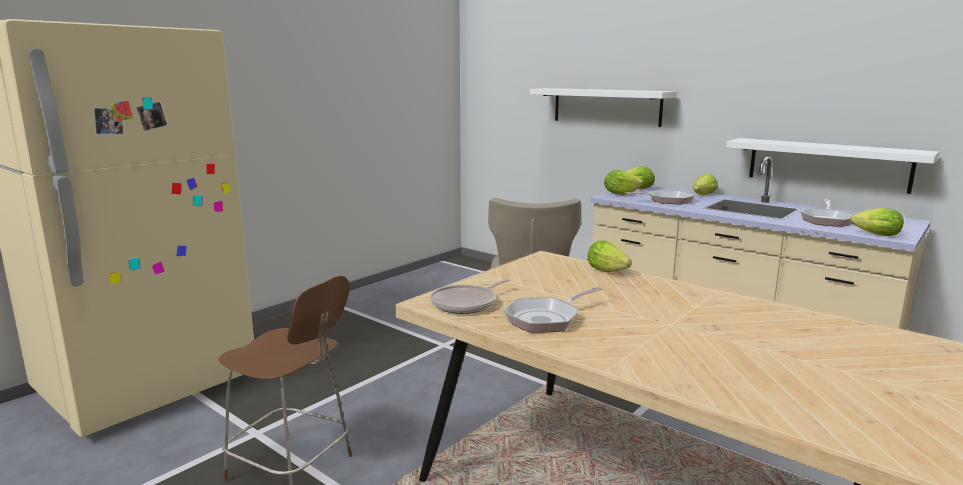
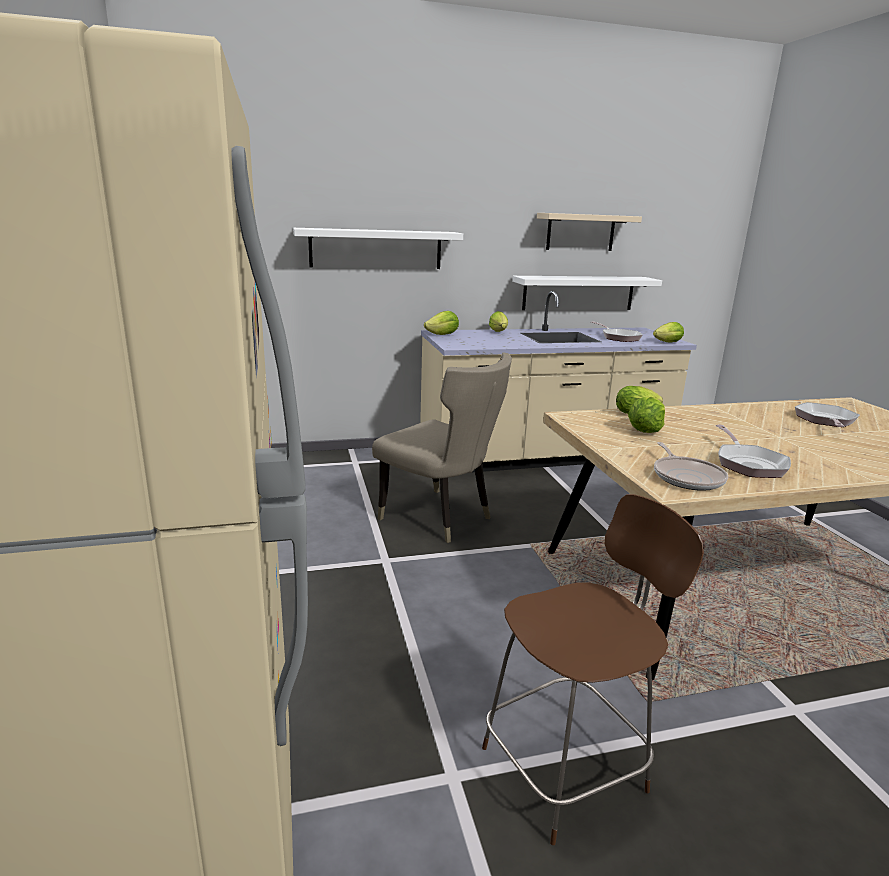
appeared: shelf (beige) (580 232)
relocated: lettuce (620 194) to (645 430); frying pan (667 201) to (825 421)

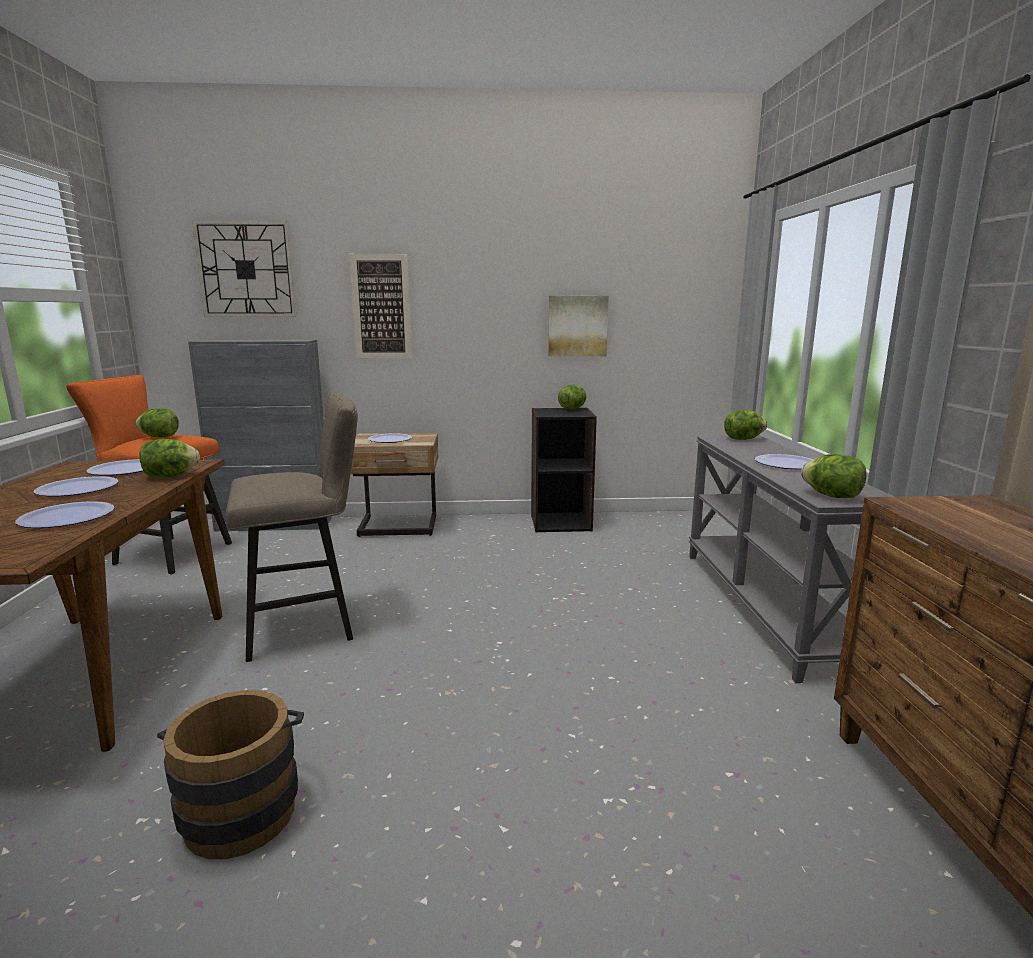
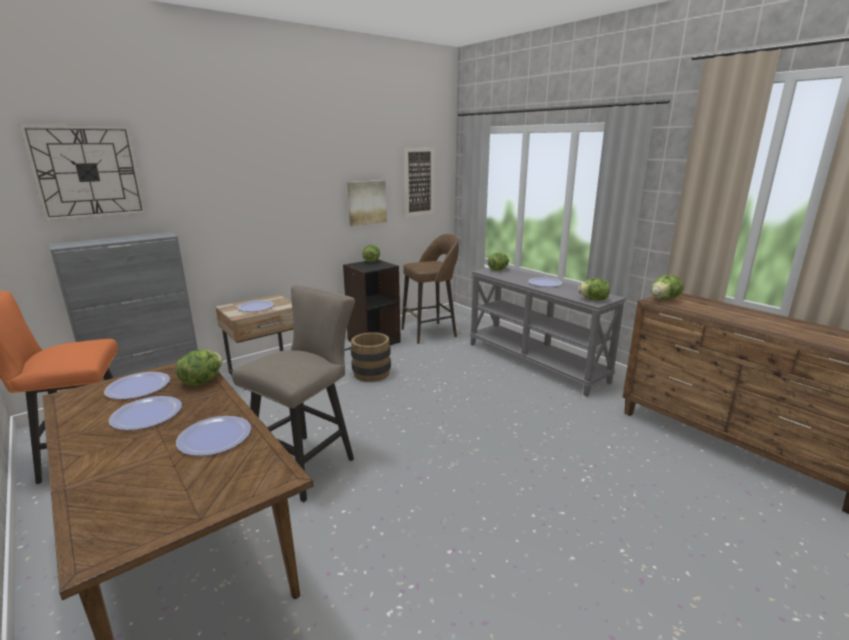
appeared: stool (brown) (430 333)
relocated: lettuce (159 437) to (664 299); bucket (brown) (243 807) to (369 372); picture (381 307) to (419 182)

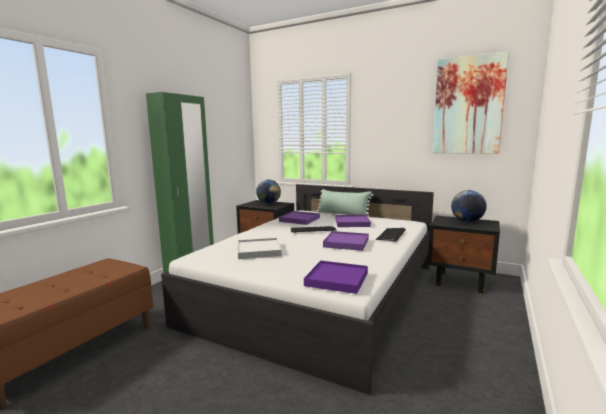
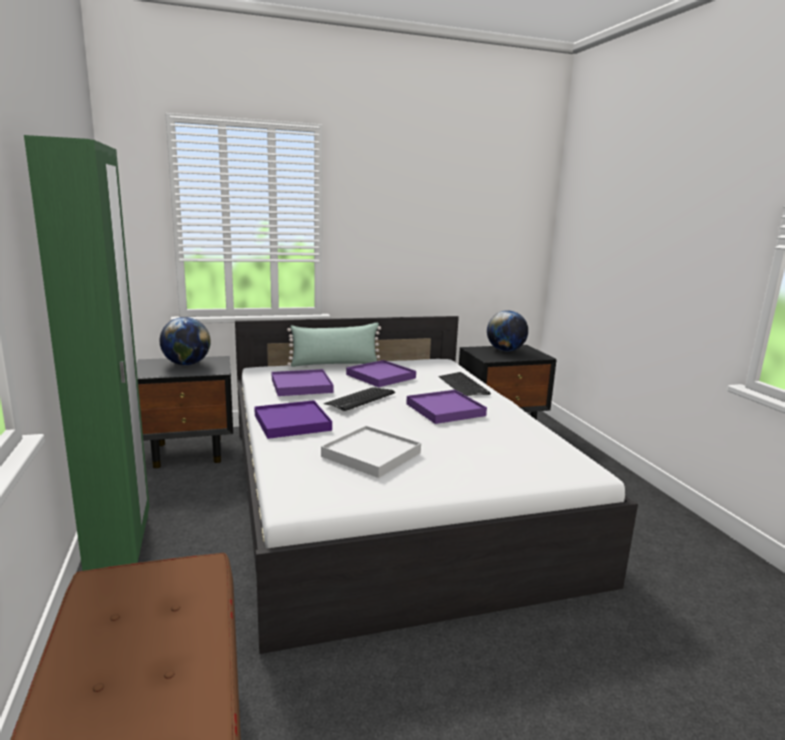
missing: picture (468 106)
relocated: tray (purple) (336 279) to (292 422)

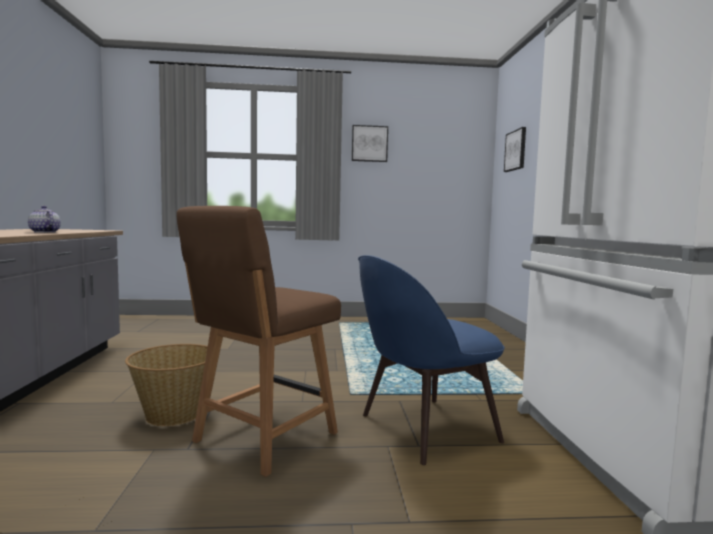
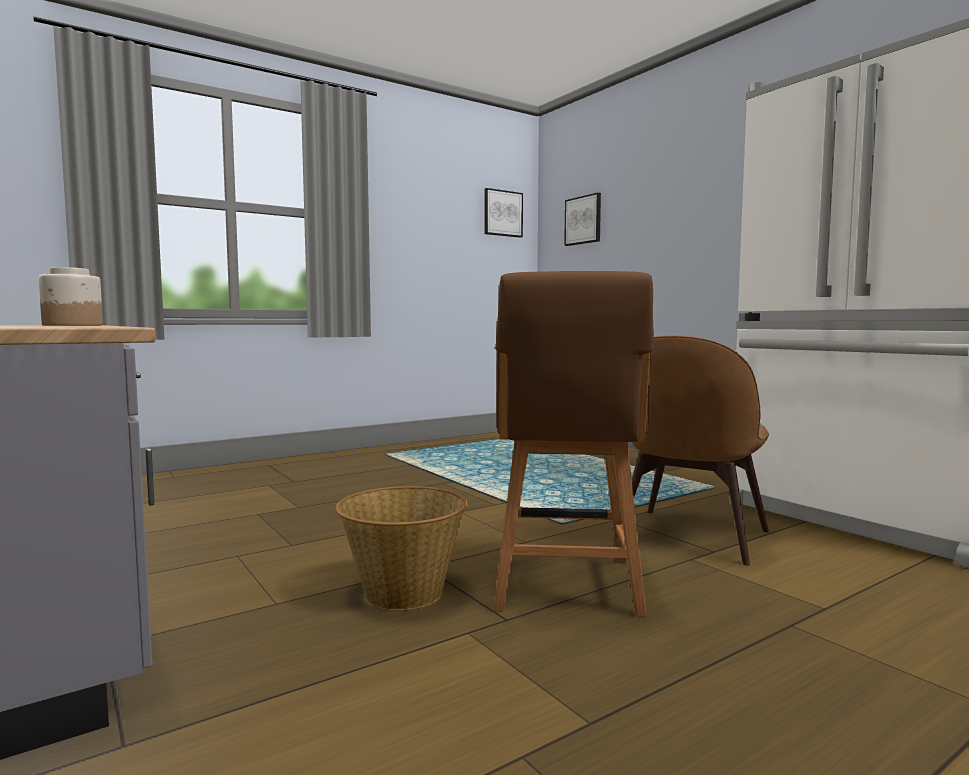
relocated: picture (369 143) to (502 213)
exchanged: teapot (44 232) to jar (73 325)
colour: chair (blue) (423 429) to chair (brown) (690 537)

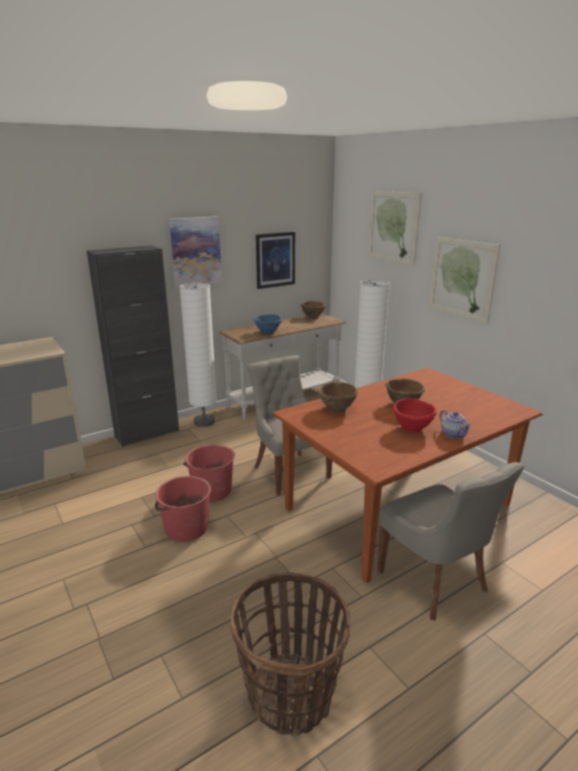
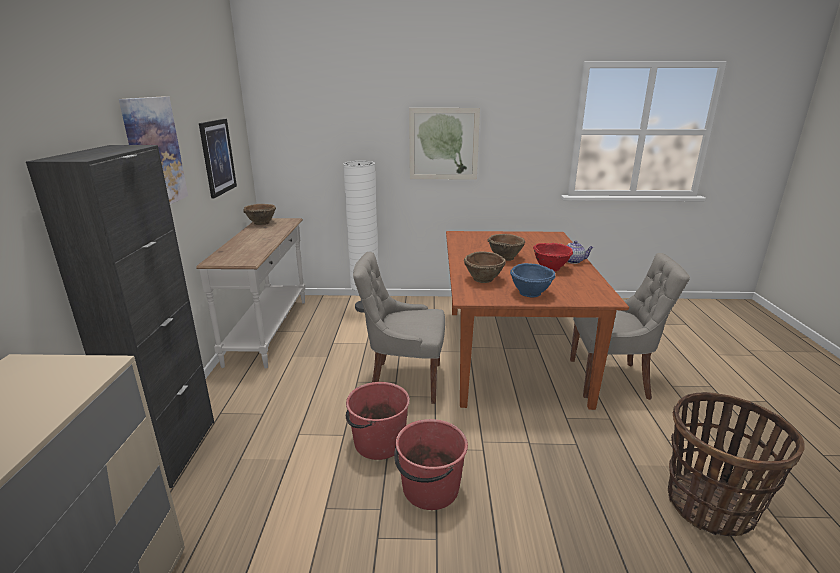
missing: floor lamp (white) (204 422); picture (393 227)
relocated: bowl (blue) (268 332) to (531 293)

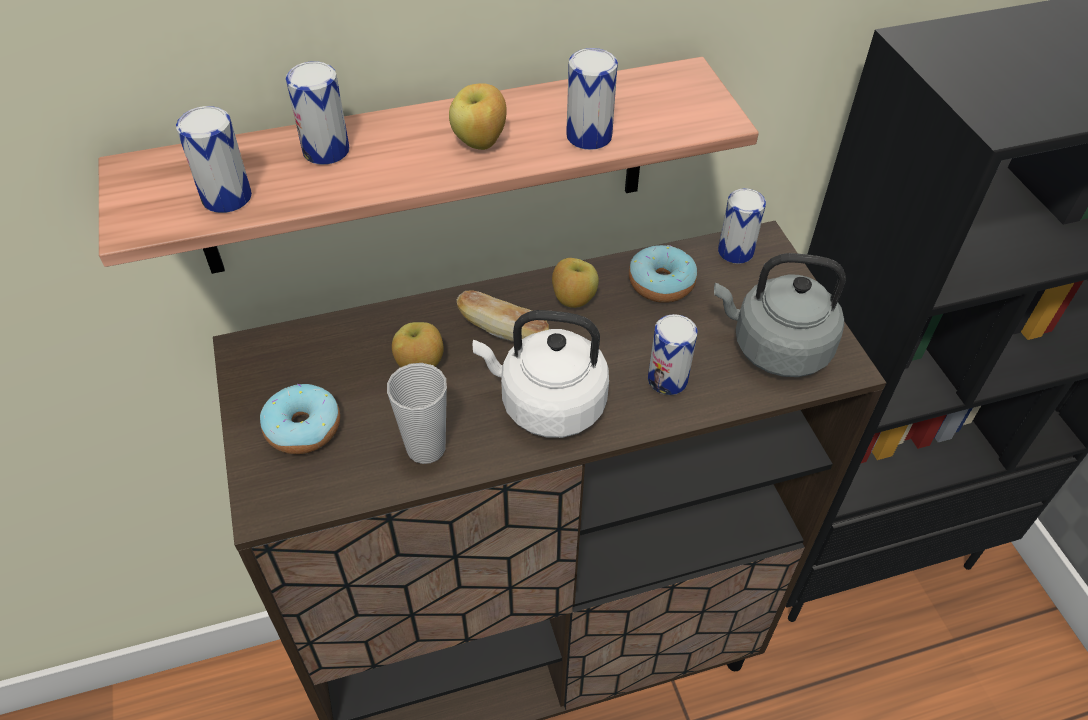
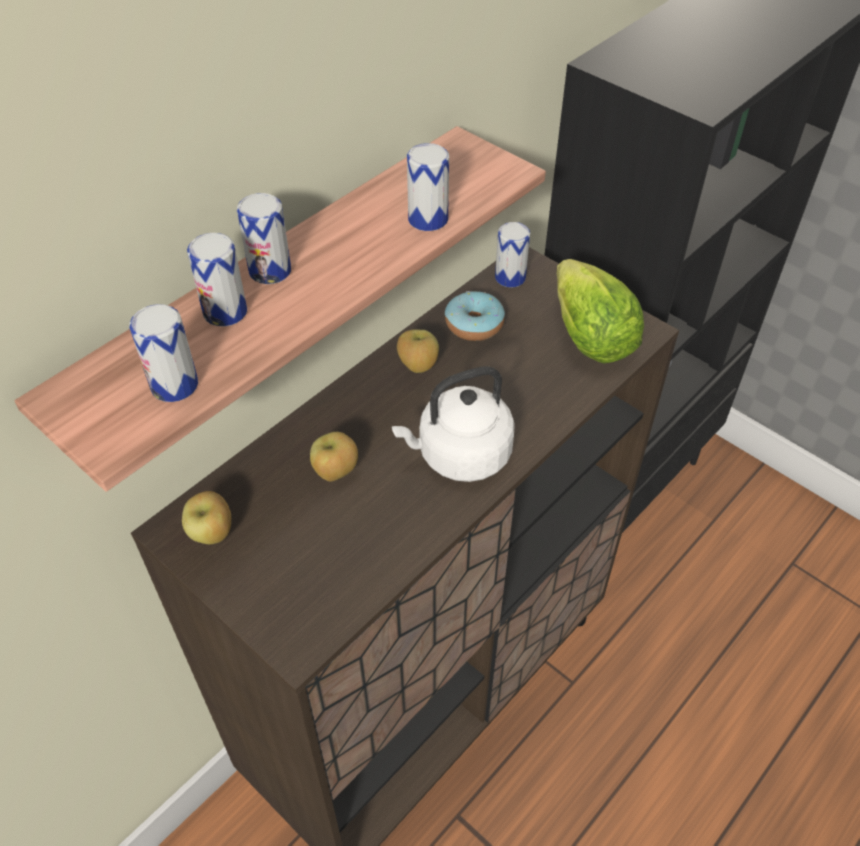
missing: donut (303 428); cup (426 448); bread (502 330)
relocated: apple (480 142) to (212 534); can (667 379) to (270 270)
exchanged: kettle (grey) (775 348) to lettuce (590 338)

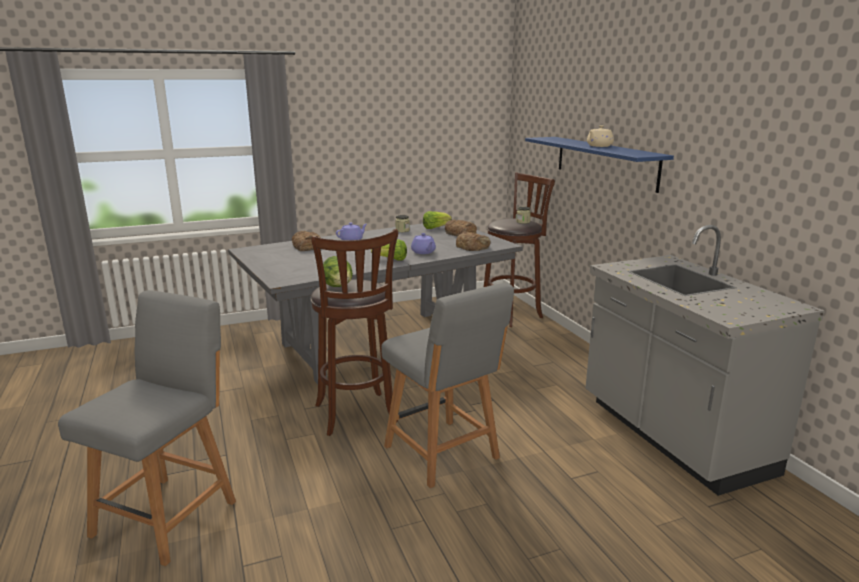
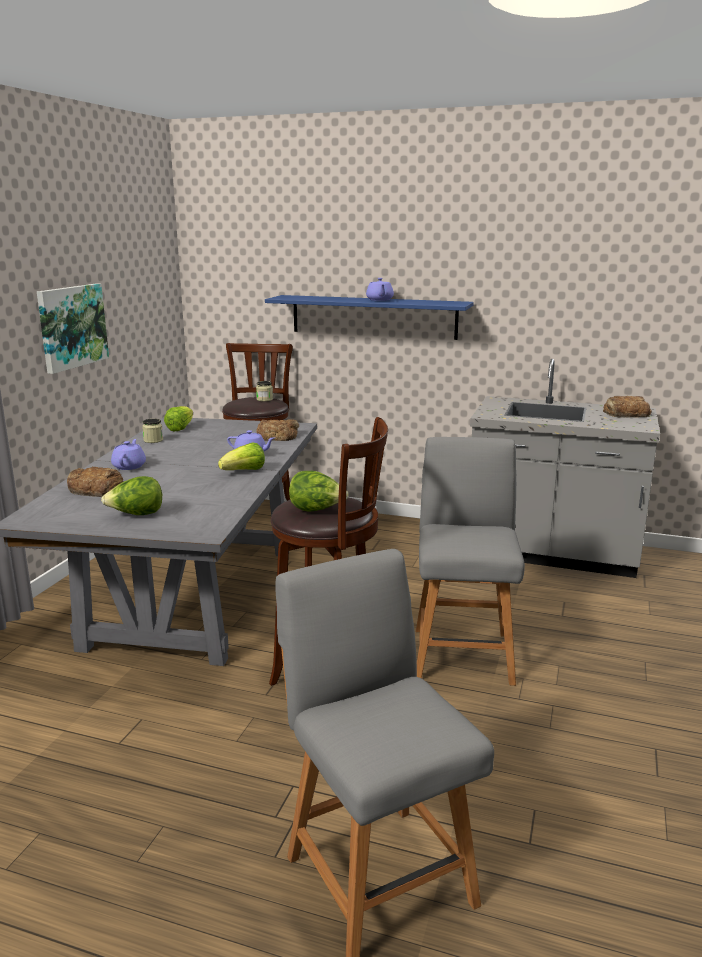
appeared: picture (71 326); lettuce (136 515)
relocated: bread (460 233) to (625 413)
colour: teapot (beige) (599 146) to teapot (purple) (379 300)
spun: chair (grey) (443 454) = (462 653) 90 degrees counterclockwise

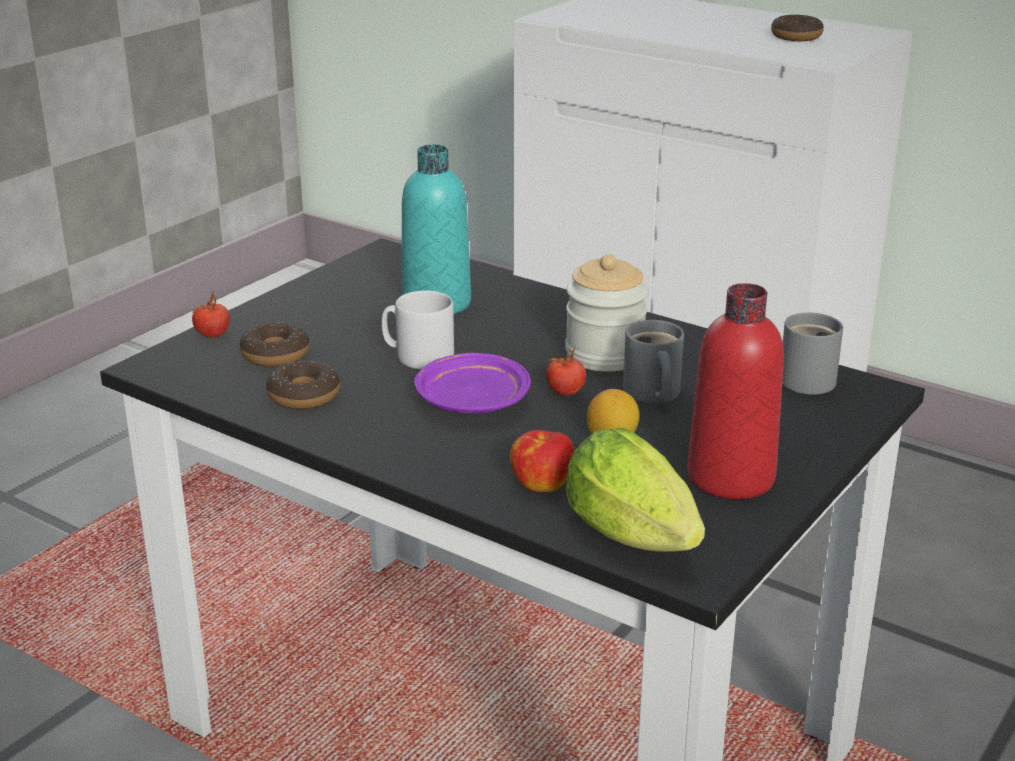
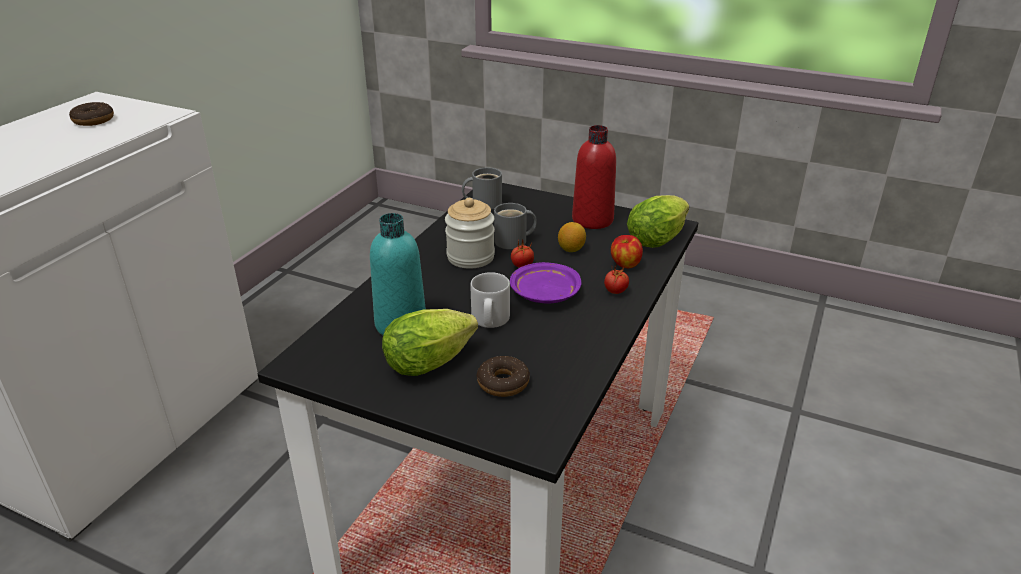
missing: donut (304 396)
appeared: lettuce (433 361)
relocated: tomato (212 335) to (615 291)

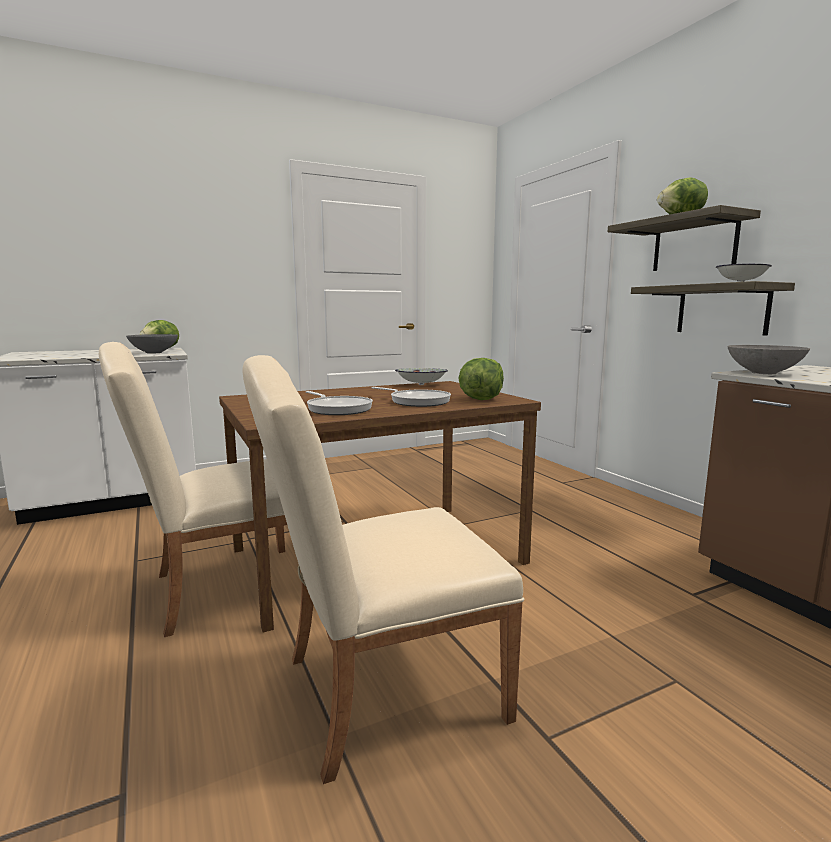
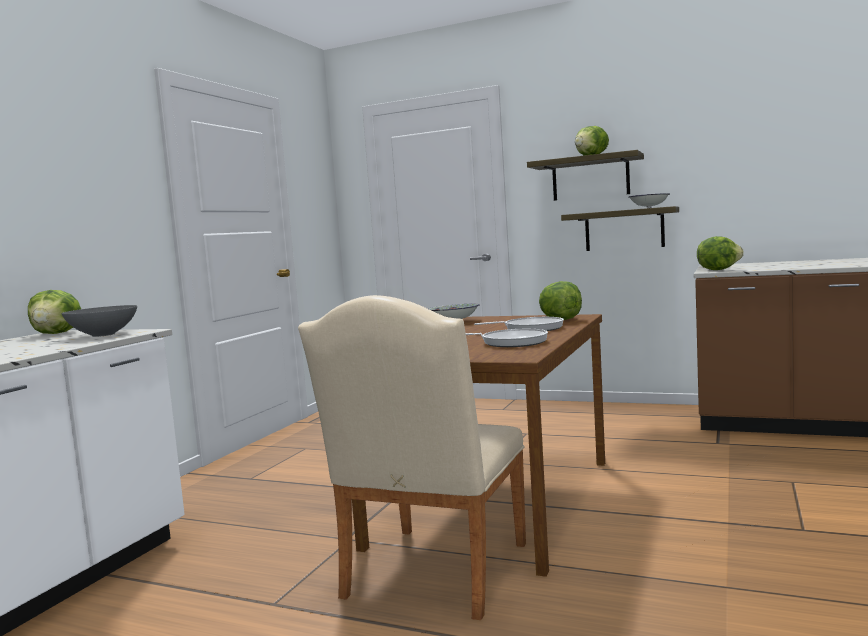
missing: chair (beige) (378 691)
exchanged: bowl (grey) (763 373) to lettuce (718 270)

